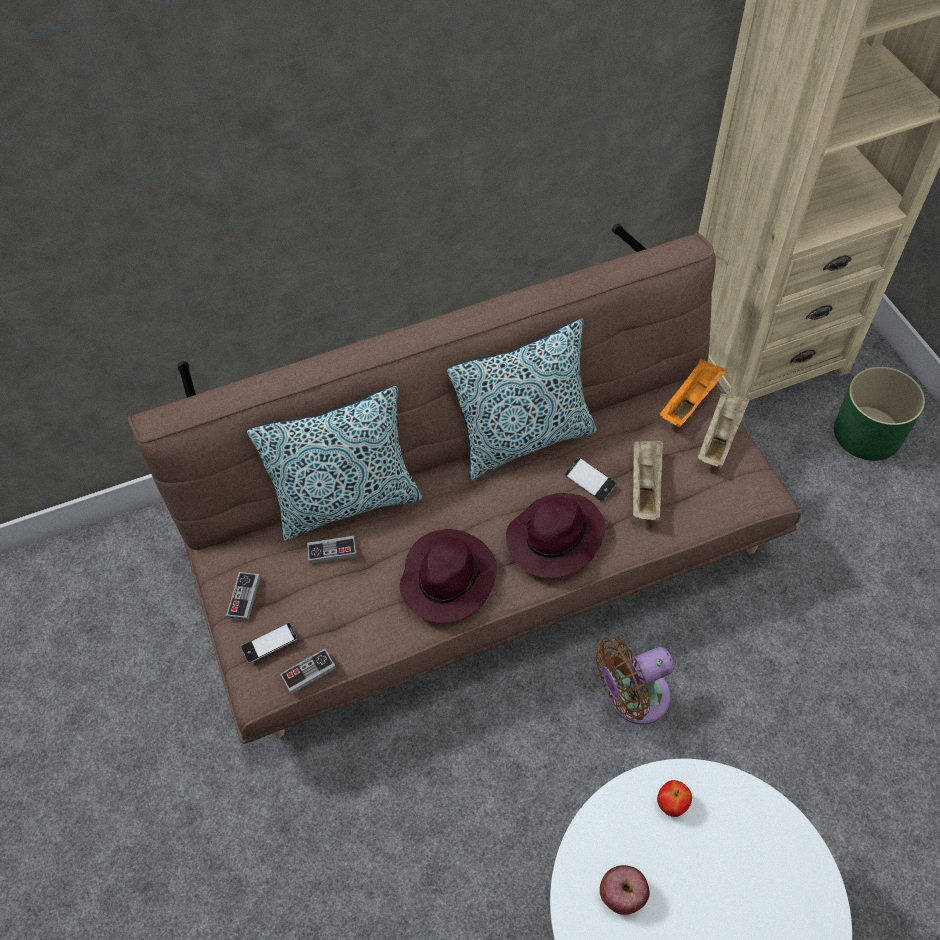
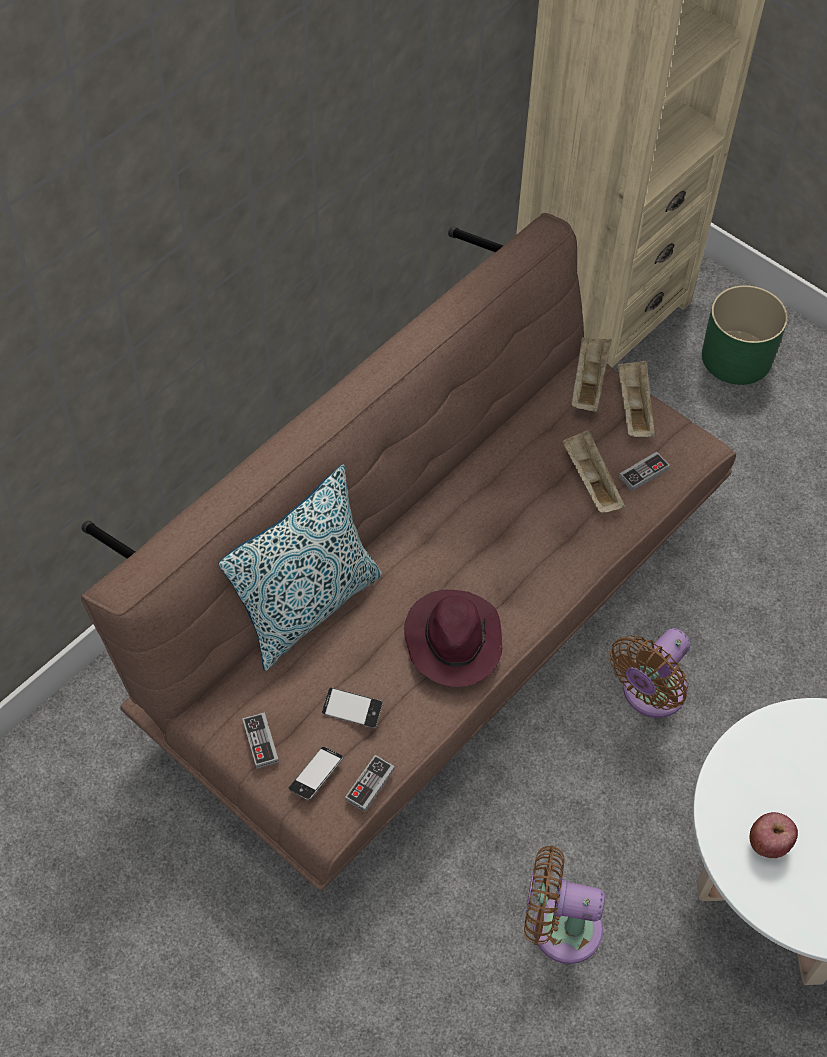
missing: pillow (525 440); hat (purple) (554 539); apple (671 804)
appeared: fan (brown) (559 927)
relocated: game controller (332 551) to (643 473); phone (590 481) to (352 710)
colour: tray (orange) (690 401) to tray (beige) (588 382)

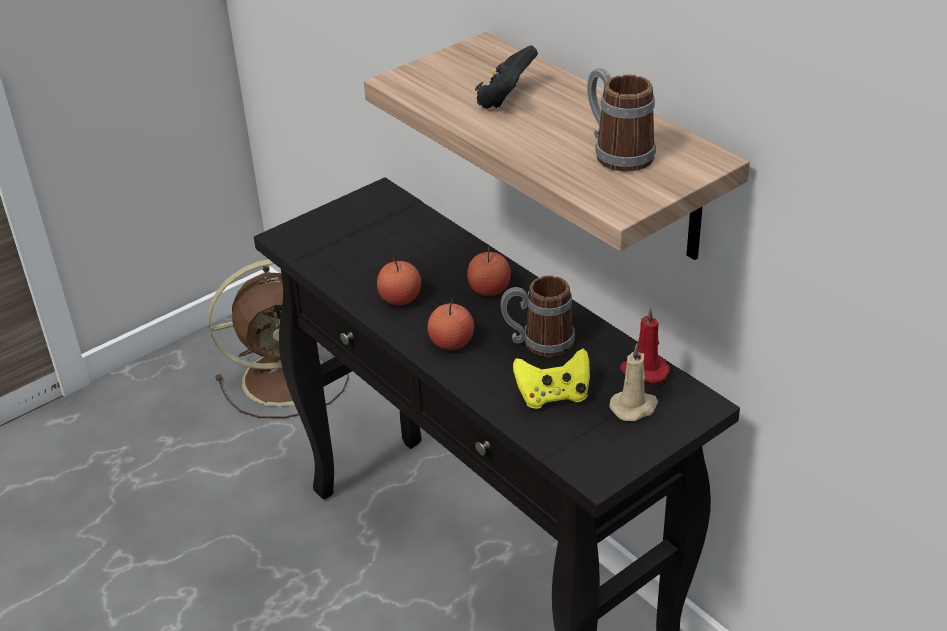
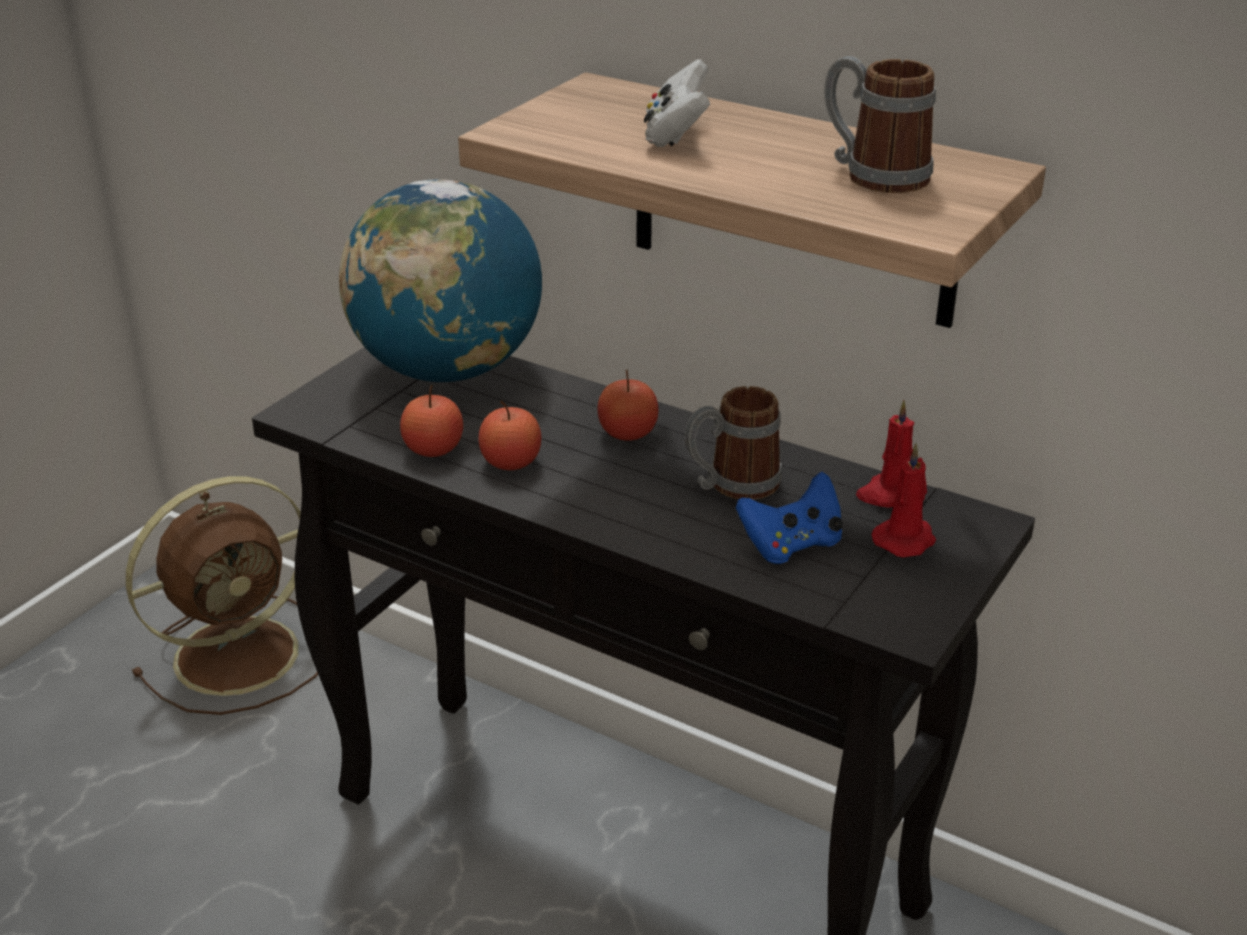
appeared: globe (448 370)
relocated: apple (451 343) to (433 449)
colour: game controller (black) (505 99) to game controller (white) (675 135); game controller (yellow) (553 396) to game controller (blue) (792 545); candle (beige) (634 407) to candle (red) (905 539)

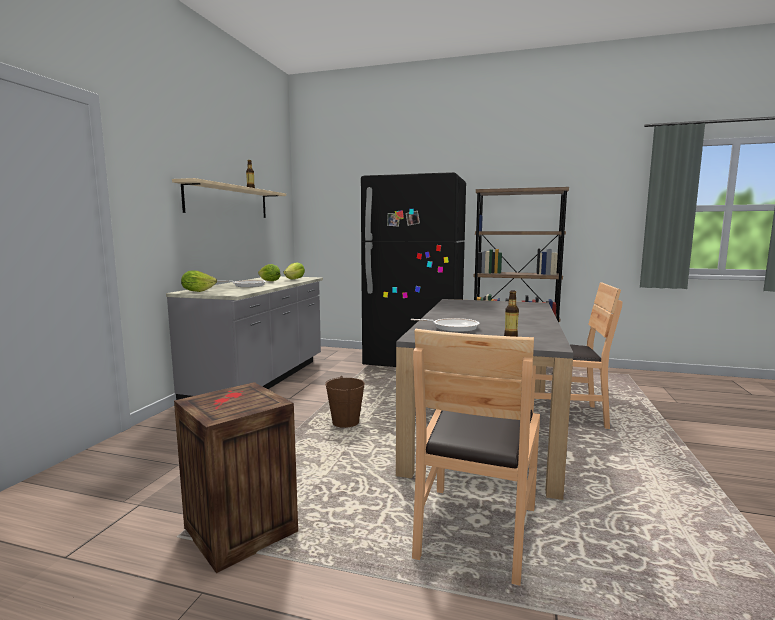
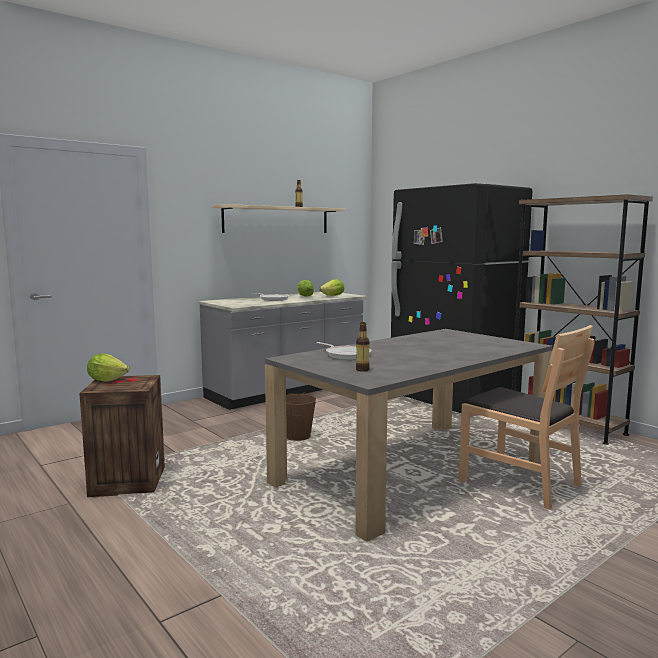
missing: chair (brown) (475 530)
relocated: lettuce (197 291) to (107 380)

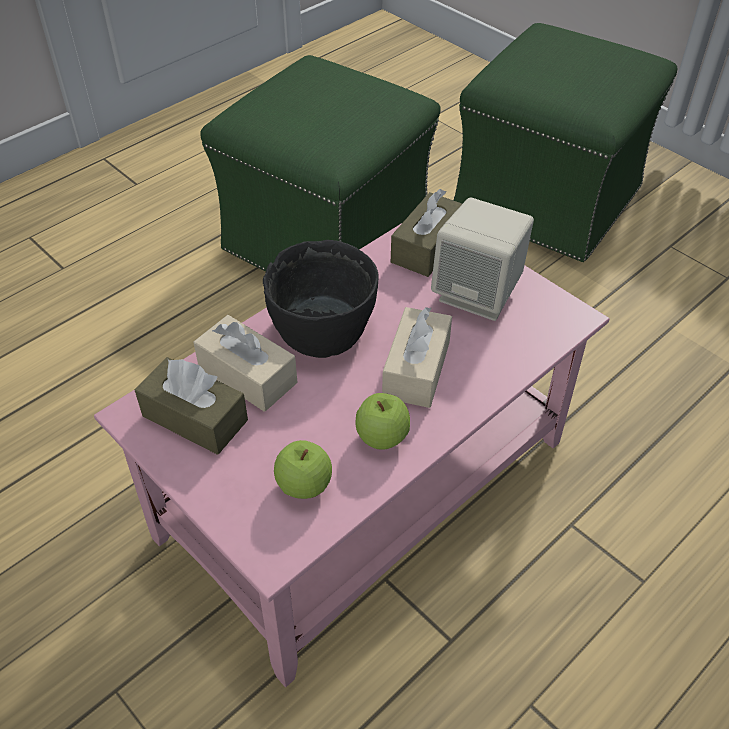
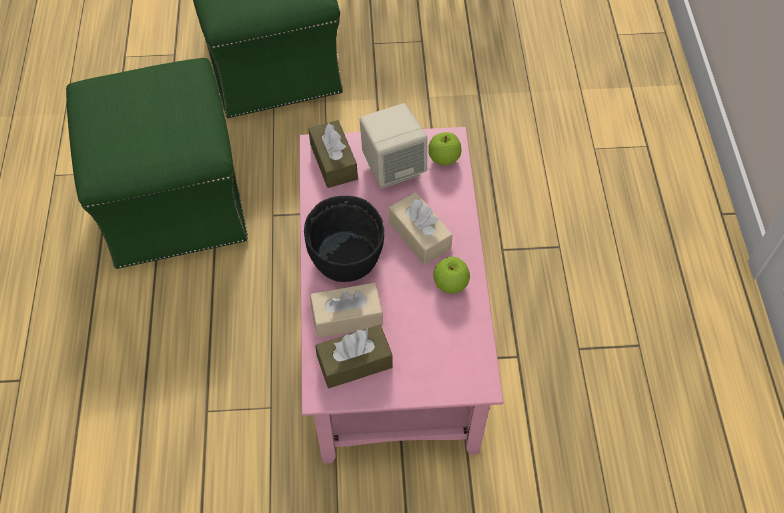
relocated: apple (304 486) to (444 159)

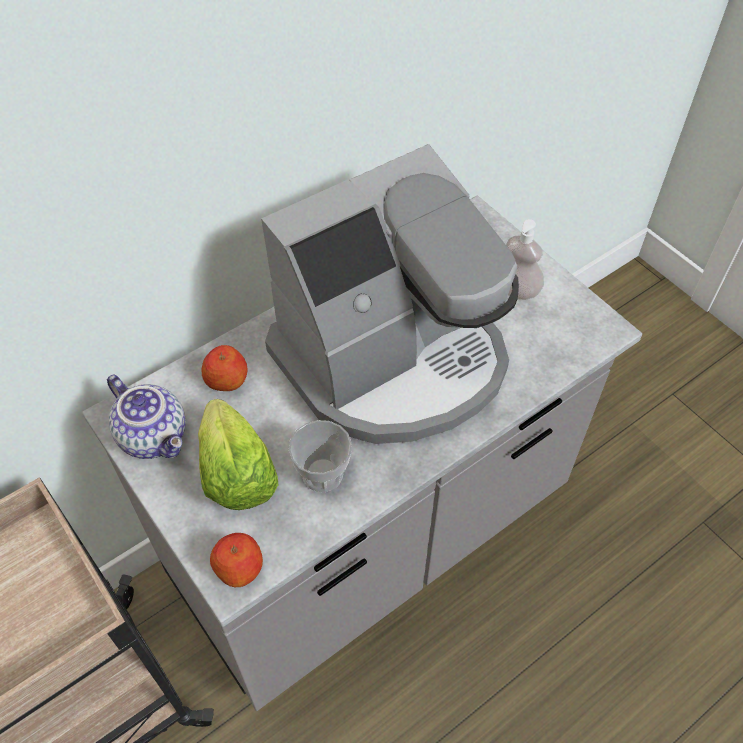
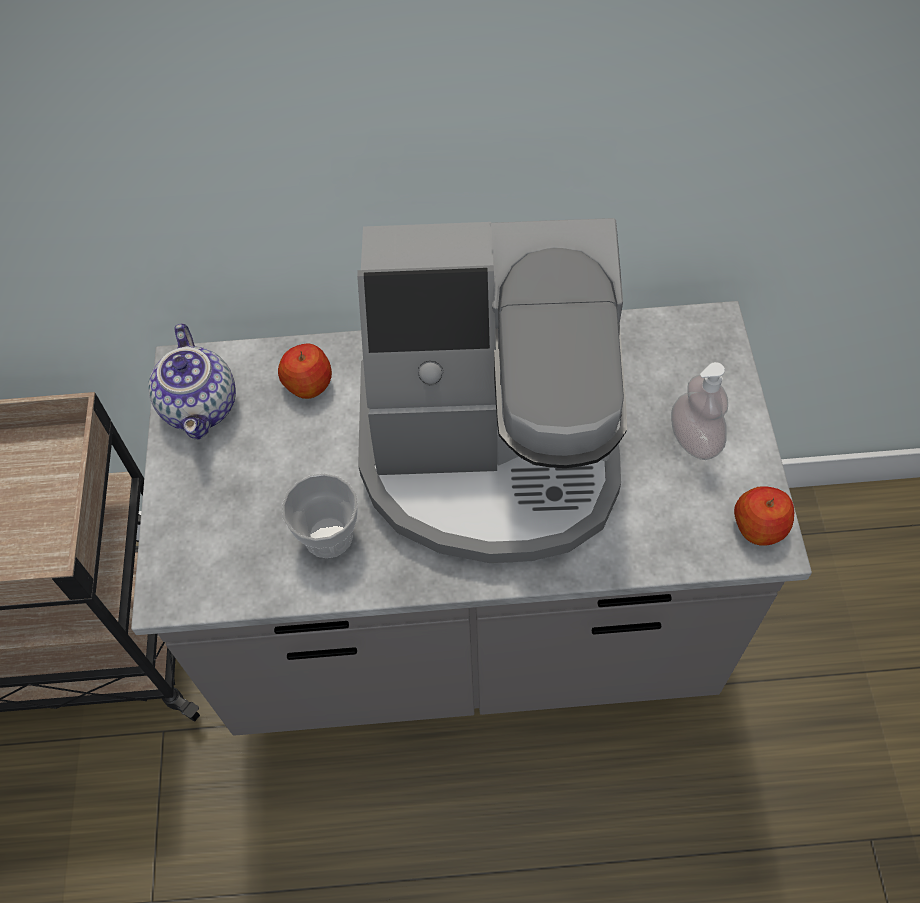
missing: lettuce (236 474)
relocated: apple (239 568) to (759 526)

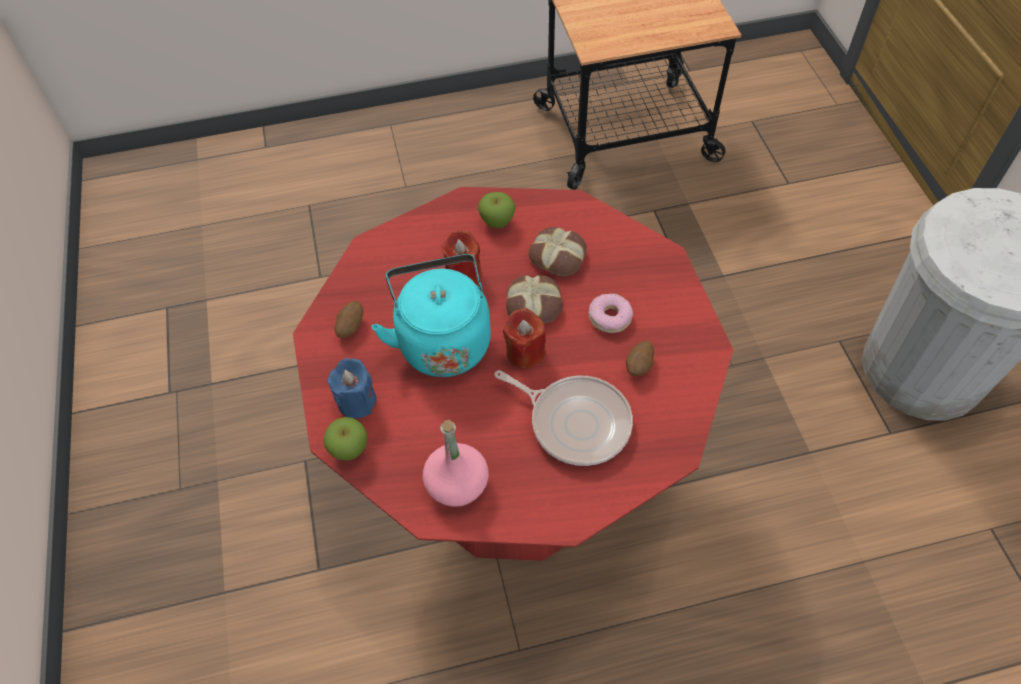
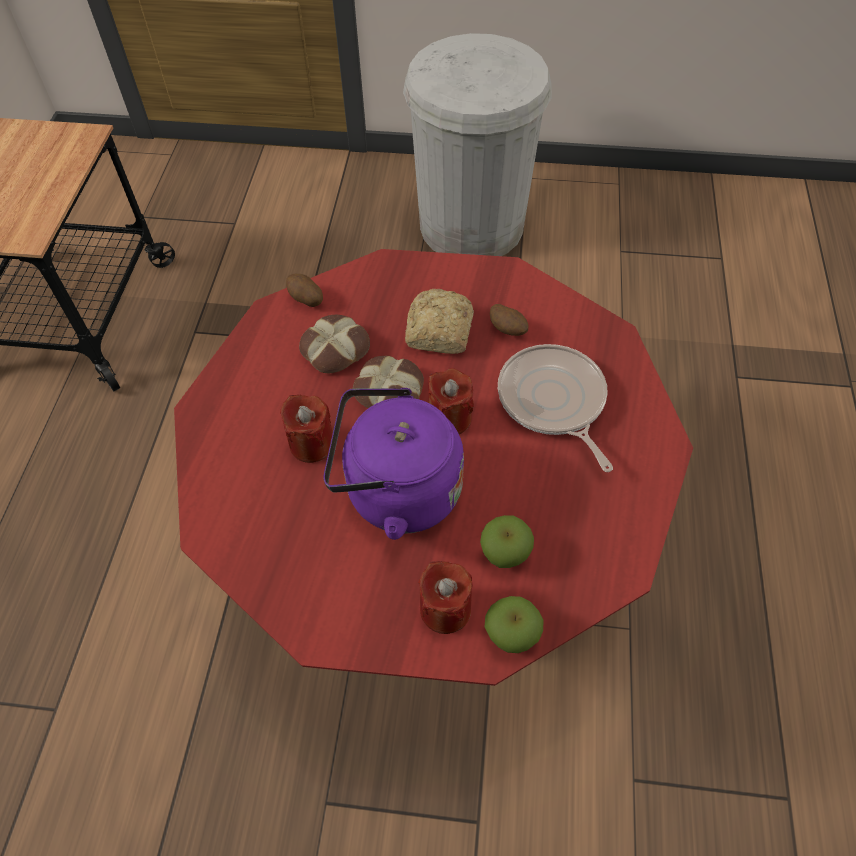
missing: bottle (pink) (457 484)
relocated: potato (350 327) to (306 300); apple (497 222) to (504 554)
exchanged: donut (609 317) to bread (438 333)
colour: candle (blue) (357 402) to candle (red) (445 609); kettle (turquoise) (442 340) to kettle (purple) (396 492)
spun: frying pan (575 421) = (553 401) 75 degrees counterclockwise

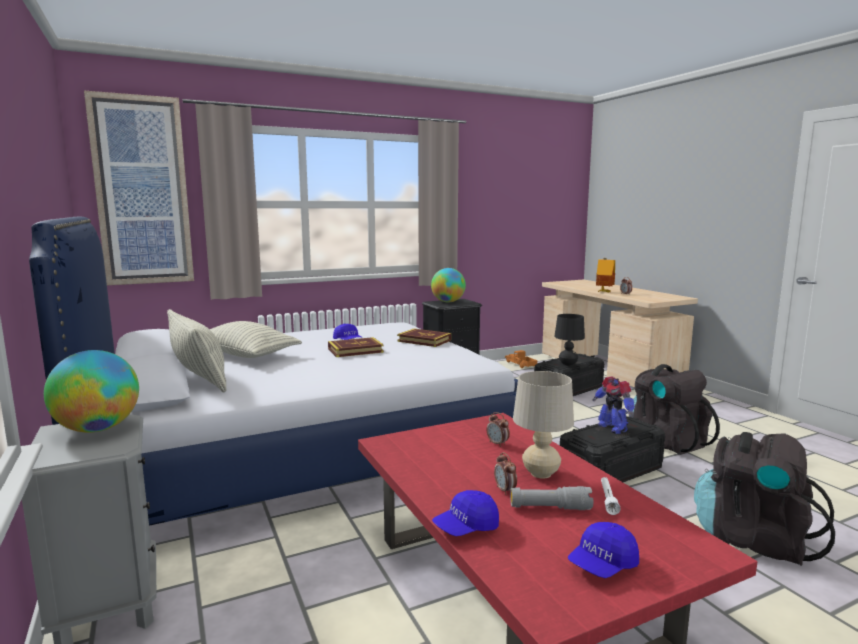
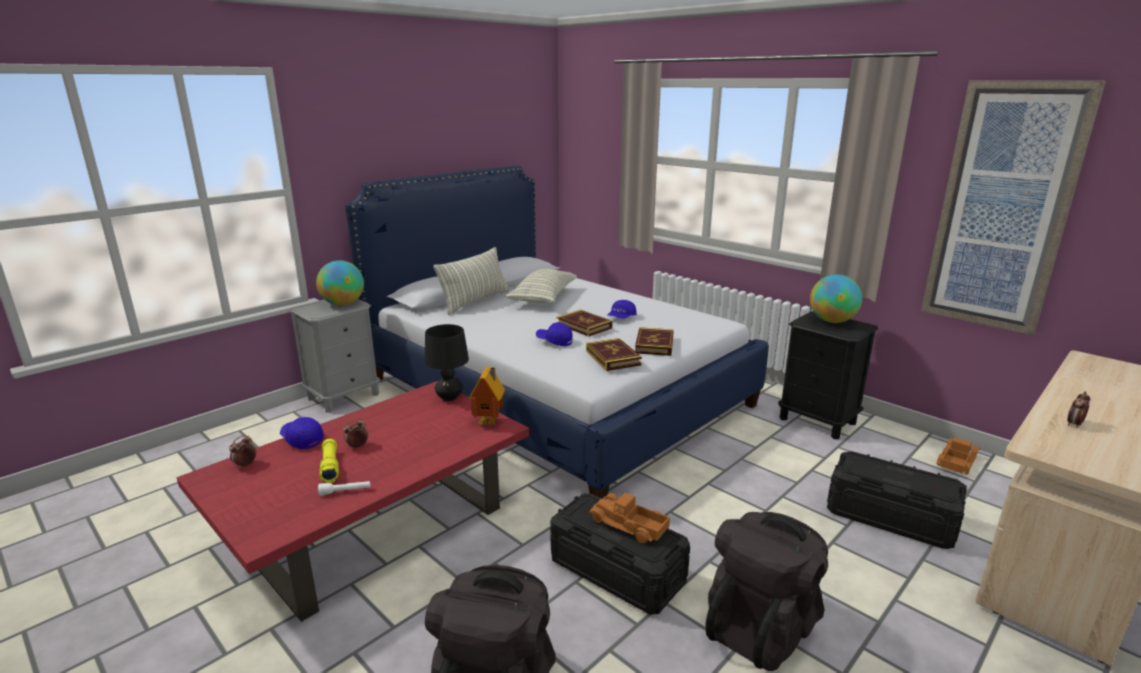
missing: table lamp (beige) (540 473)
appeared: book (612 358)
relocated: picture (142 191) to (1003 208); alarm clock (497 444) to (245 465); table lamp (black) (568 364) to (449 397); cap (blue) (602 565) to (554 341); toy house (604 292) to (490 422)
exchanged: toy robot (612 428) to toy truck (628 526)
colour: flashlight (grey) (550 508) to flashlight (yellow) (330 467)

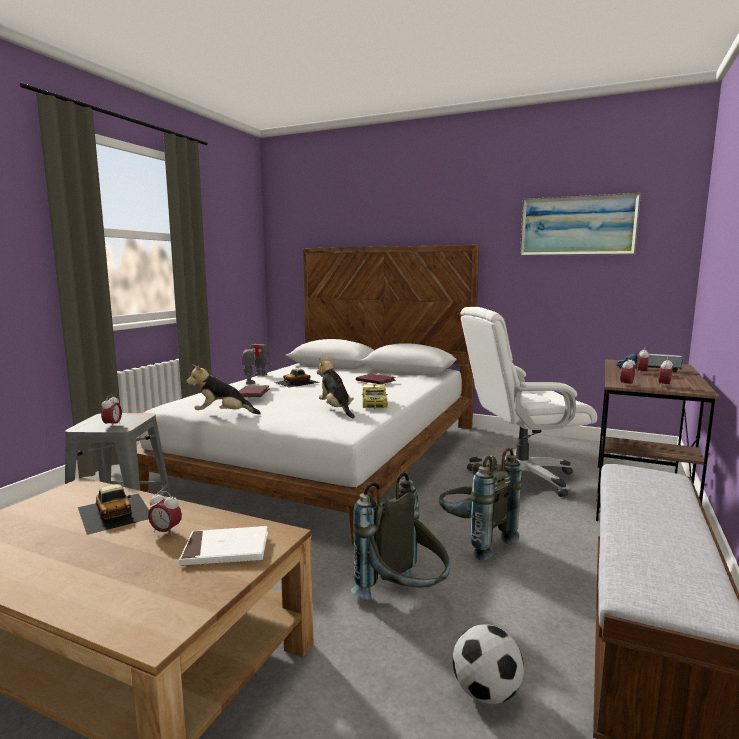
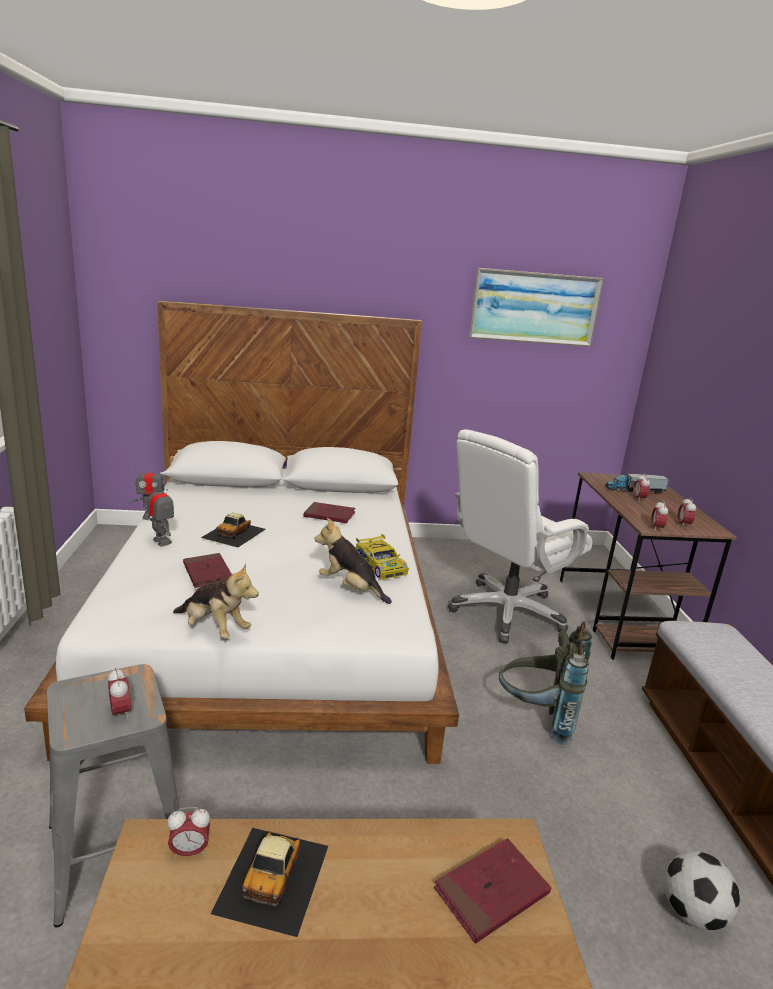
missing: backpack (grey) (404 599)
relocated: alarm clock (166 532) to (189 851)
colour: book (white) (226 550) to book (red) (491 892)
spun: toy car (115 512) = (273 877) 75 degrees clockwise; plush toy (223 415) = (214 629) 120 degrees counterclockwise

